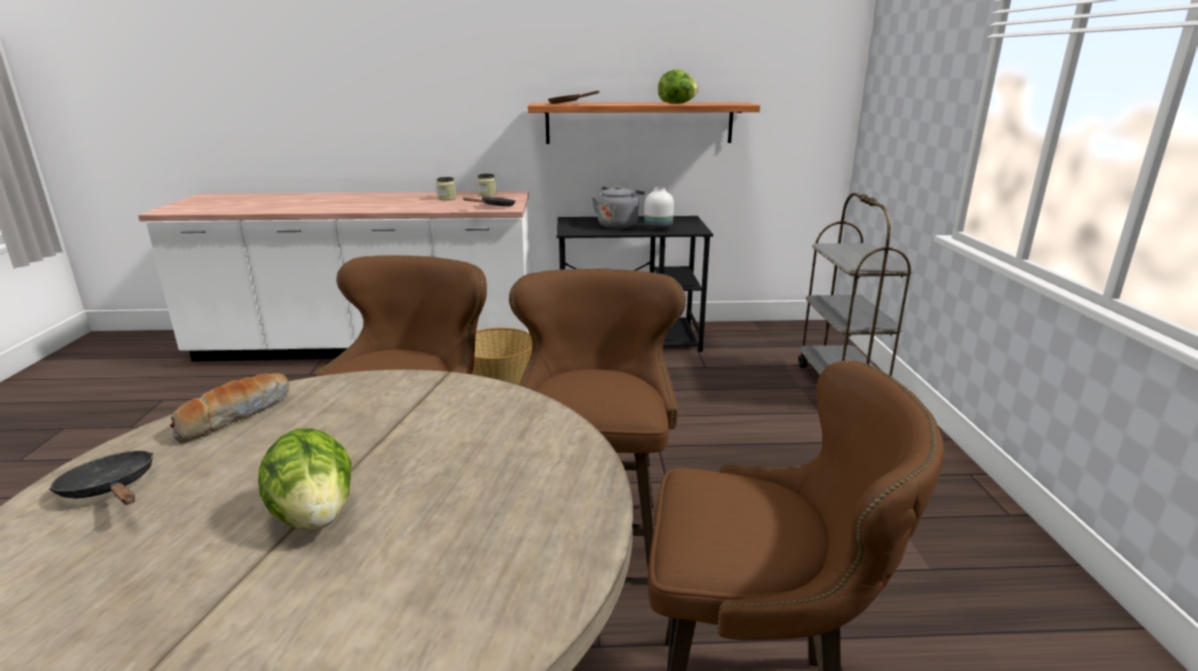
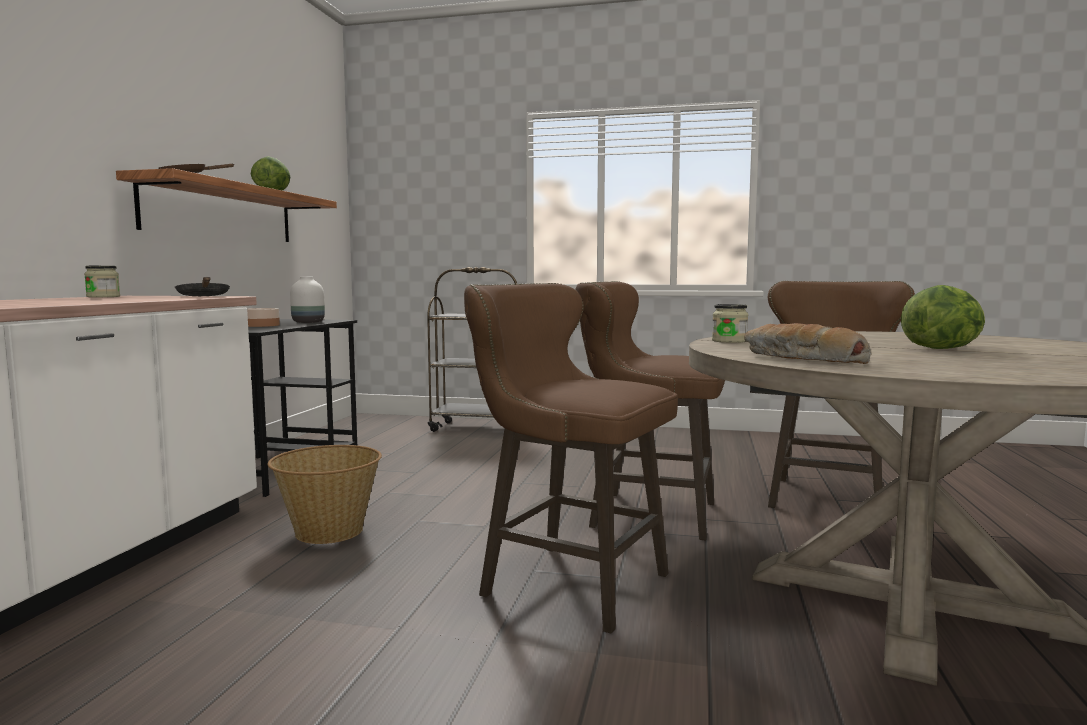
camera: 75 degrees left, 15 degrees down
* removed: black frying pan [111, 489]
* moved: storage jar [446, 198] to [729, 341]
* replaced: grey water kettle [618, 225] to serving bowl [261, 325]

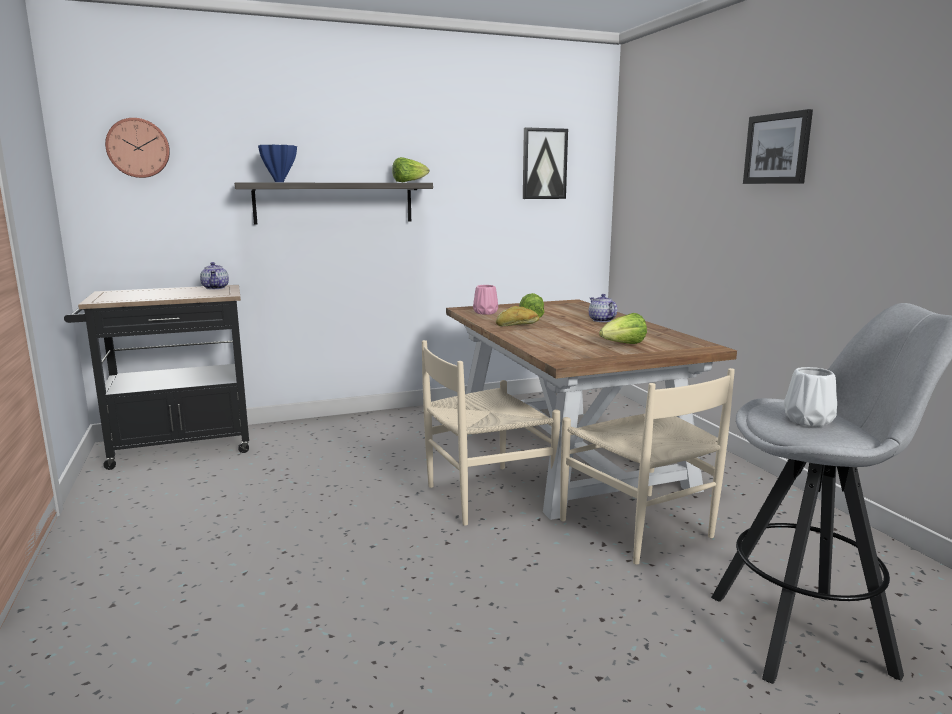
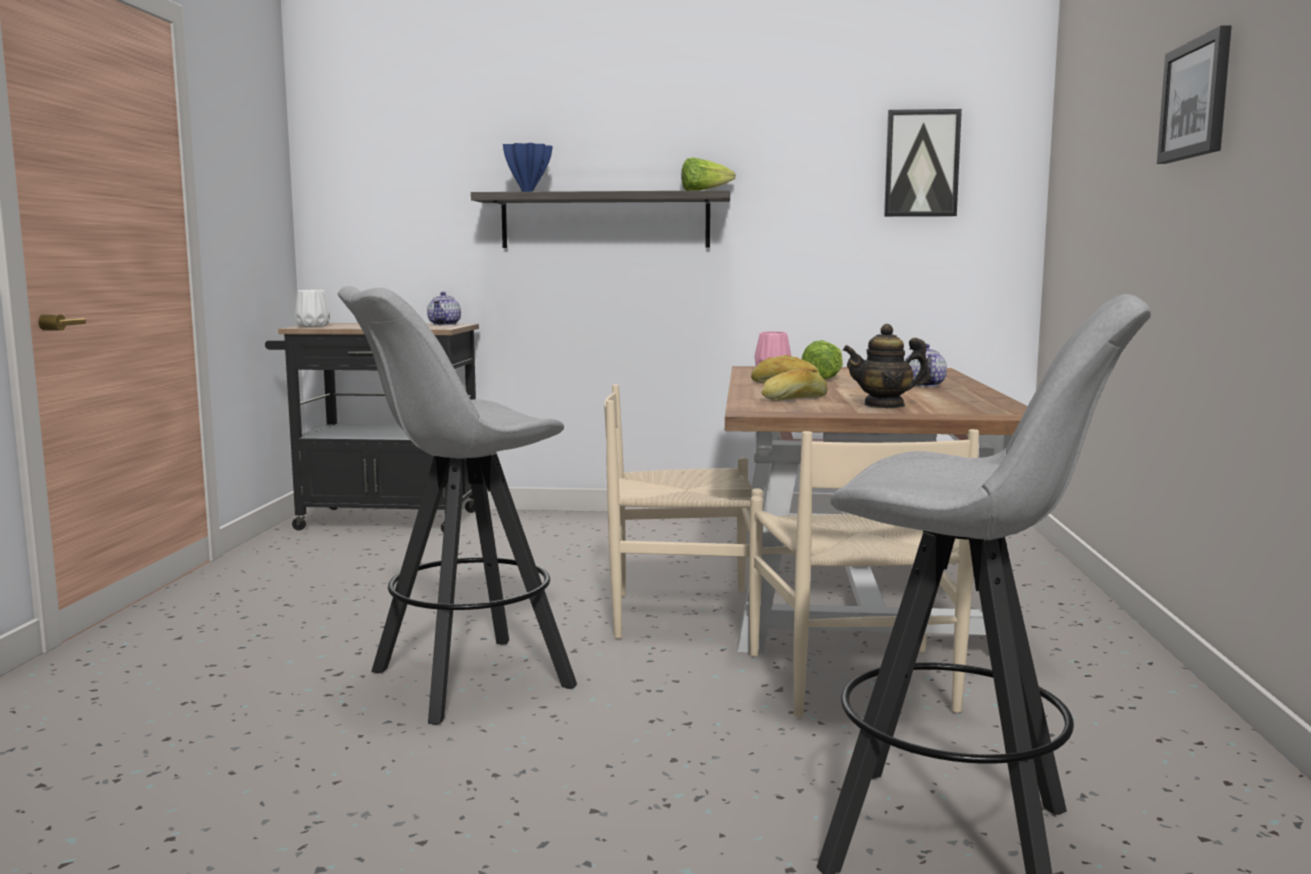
camera: 25 degrees right, 5 degrees down
* removed: hanging clock [138, 148]
* replaced: head of lettuce [623, 345] to tea pot [884, 405]
* moved: whitish decorative vase [807, 420] to [313, 326]
* added: grey stool seat [465, 680]
* added: bakery bread [794, 399]

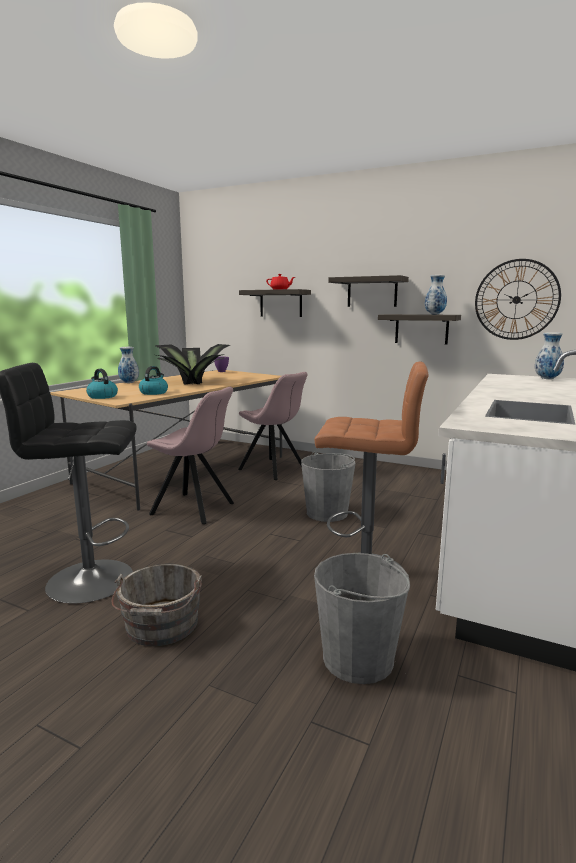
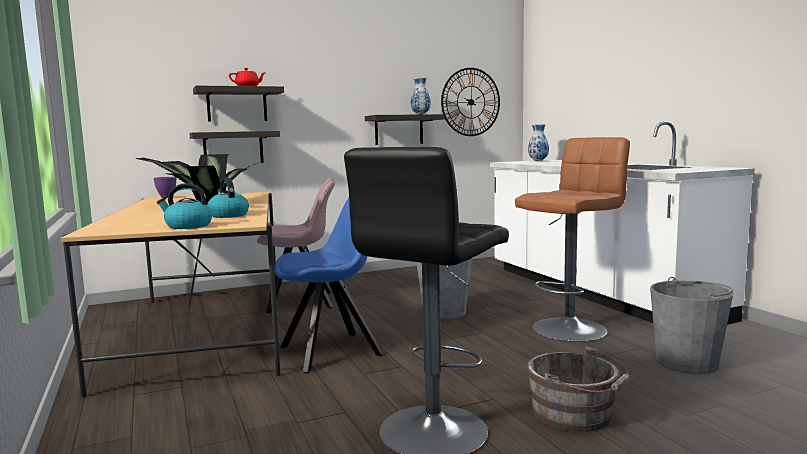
camera: 50 degrees left, 5 degrees down
* removed: decorative vase [129, 383]
* recoloured: pink plain chair [193, 508] to blue-coloured plain chair [332, 351]
* moved: shelf [372, 292] to [233, 148]

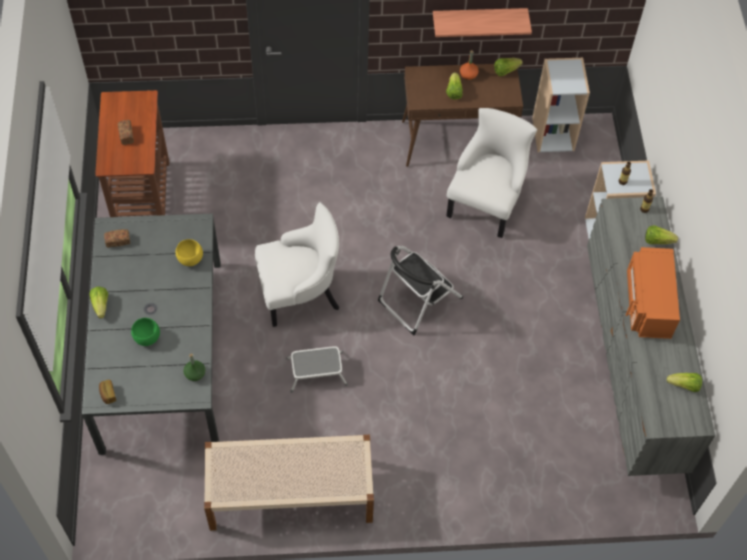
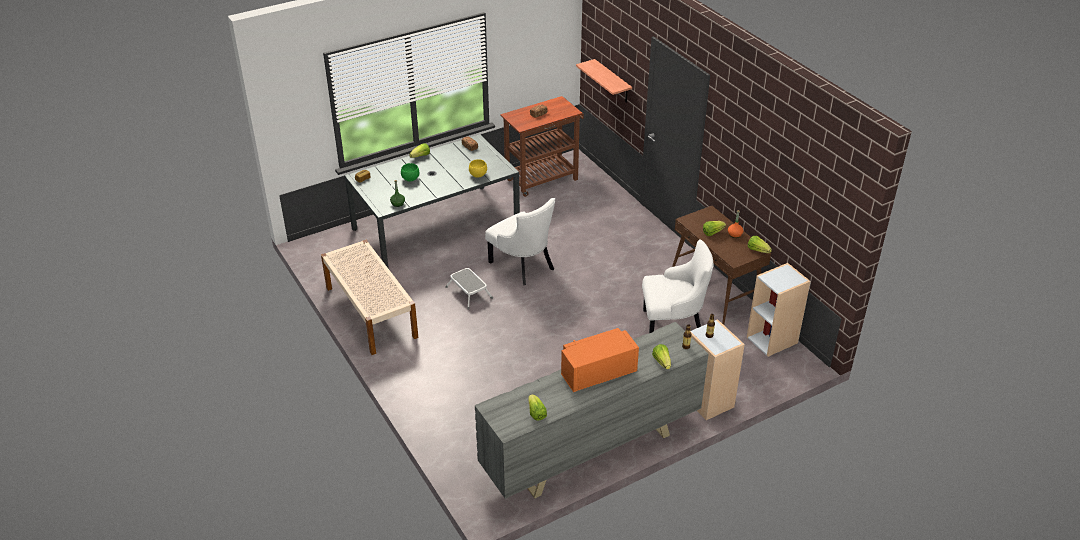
camera: 65 degrees right, 20 degrees down
* removed: step ladder [417, 300]
* moved: shelf [479, 19] to [612, 82]

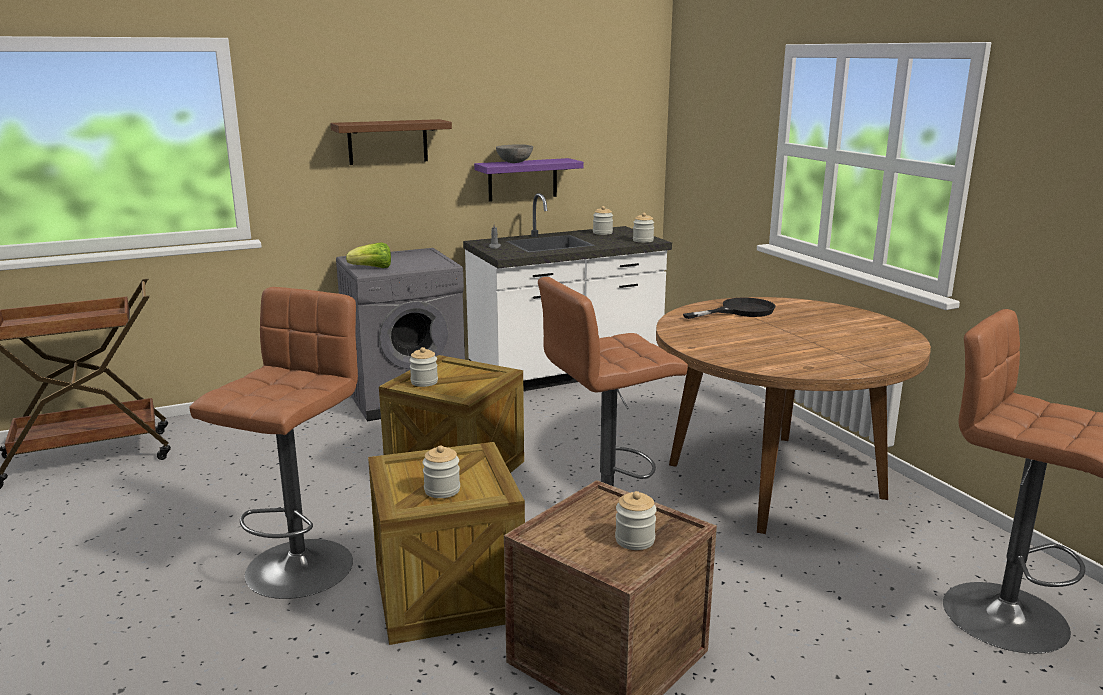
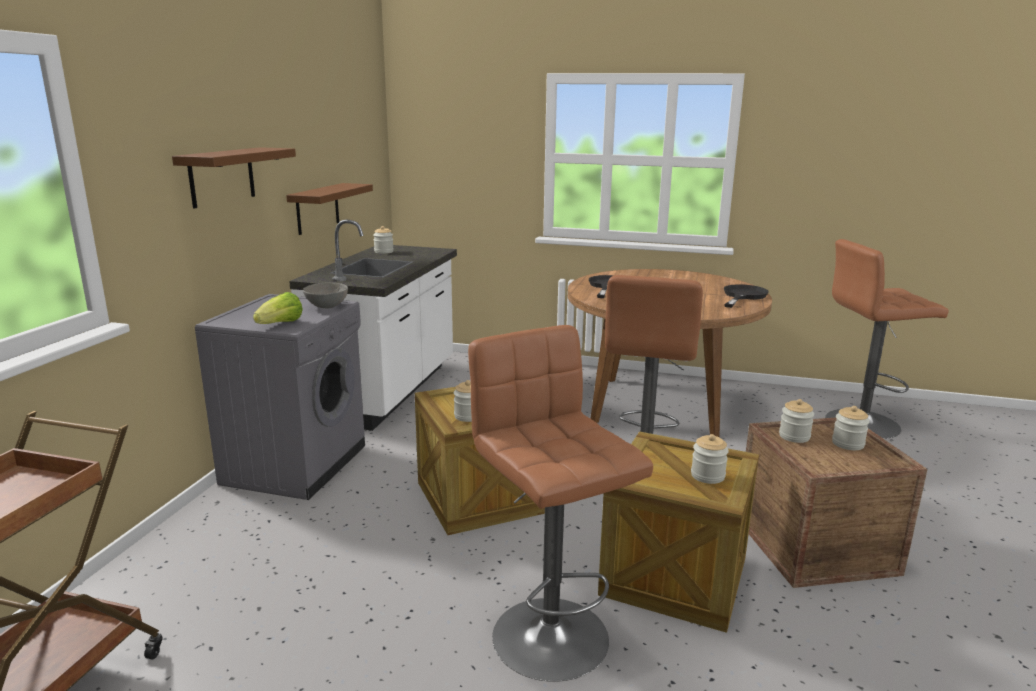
camera: 50 degrees left, 0 degrees up
* recoloured: purplish shelf [522, 179] to brown shelf [317, 208]
* moved: grey serving bowl [515, 162] to [327, 306]
* moved: storage jar [643, 240] to [794, 436]
* added: black frying pan [742, 296]

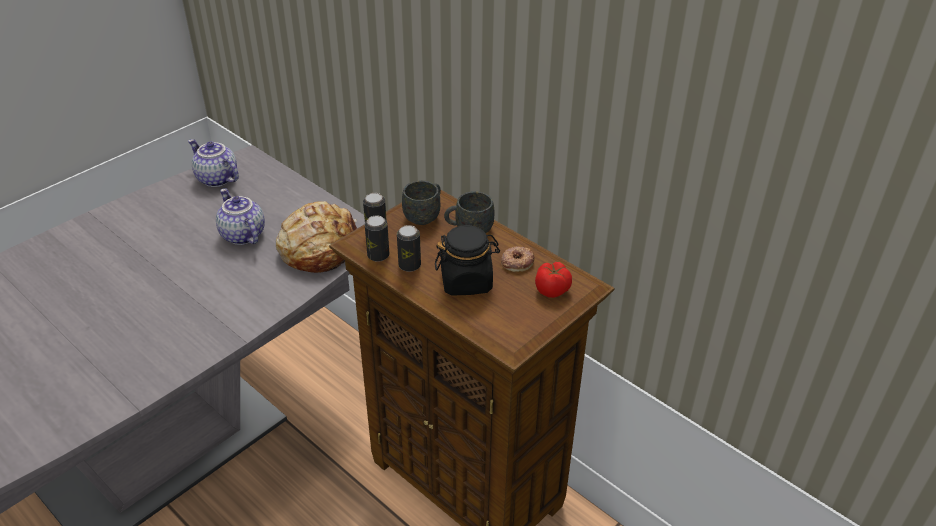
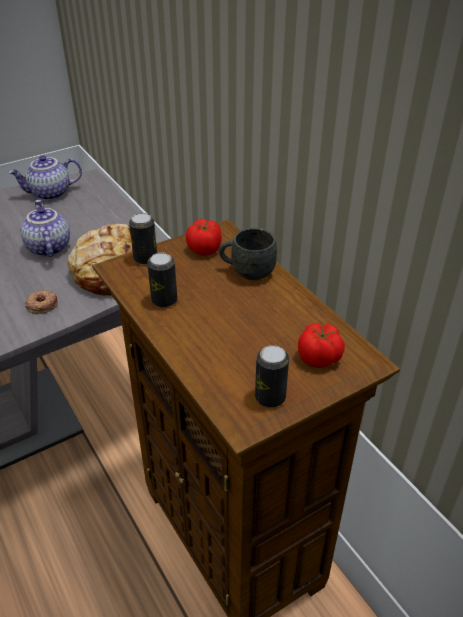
camera: 15 degrees right, 0 degrees up
* turned: tea pot [216, 179] = [50, 194] 75 degrees counterclockwise
* moved: metal can [378, 255] to [270, 397]
* replaced: grey mug [425, 215] to tomato [205, 249]
* removed: black storage jar [467, 281]
* moved: ring doughnut [517, 262] to [42, 304]

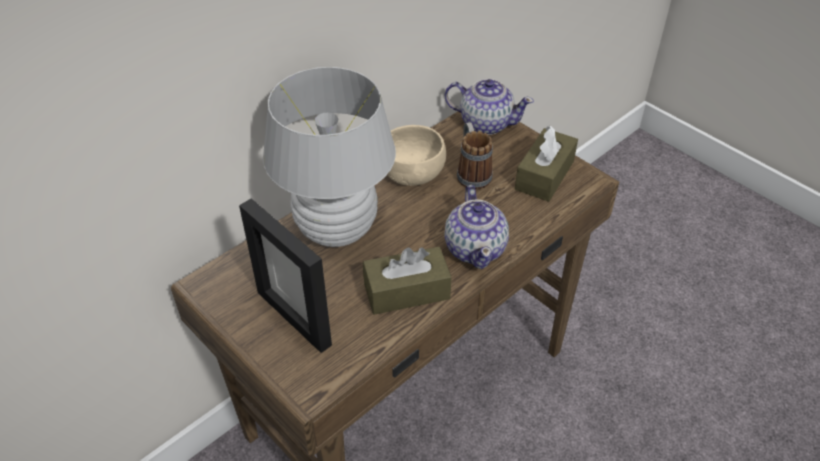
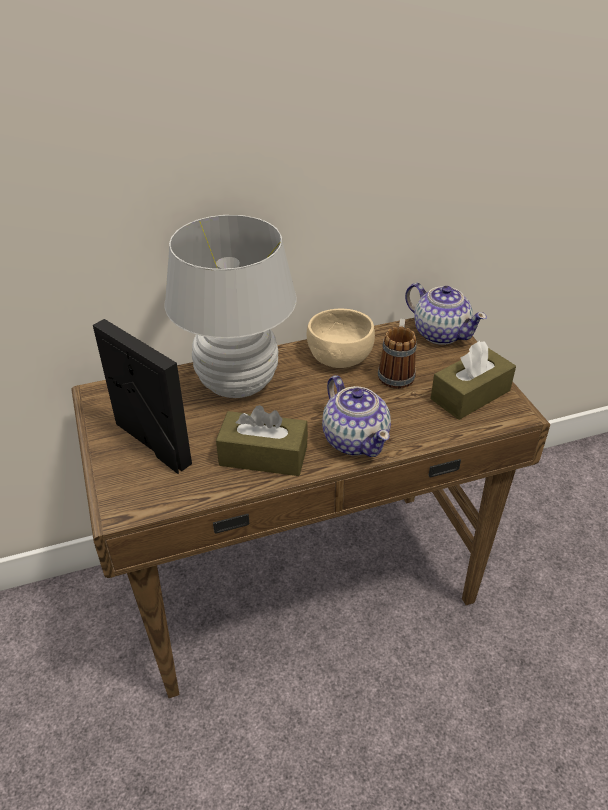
camera: 25 degrees right, 5 degrees down
* turned: standing frame [295, 317] = [151, 444] 150 degrees clockwise
* turned: tea pot [475, 248] = [355, 439] 45 degrees counterclockwise

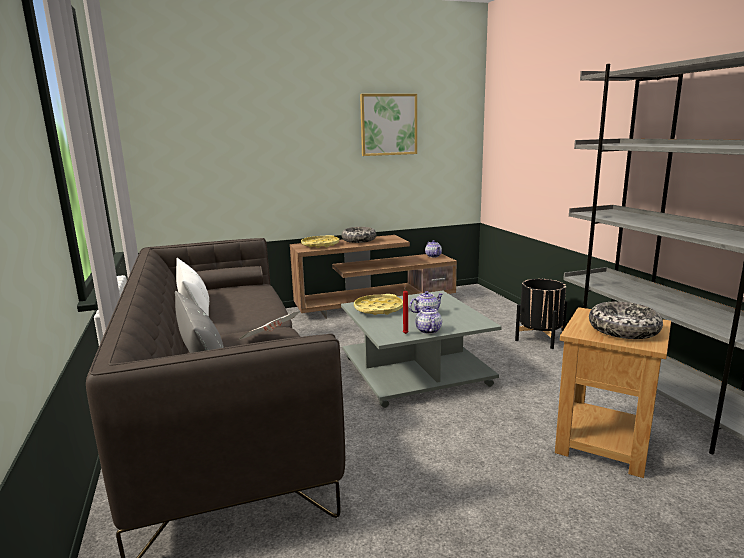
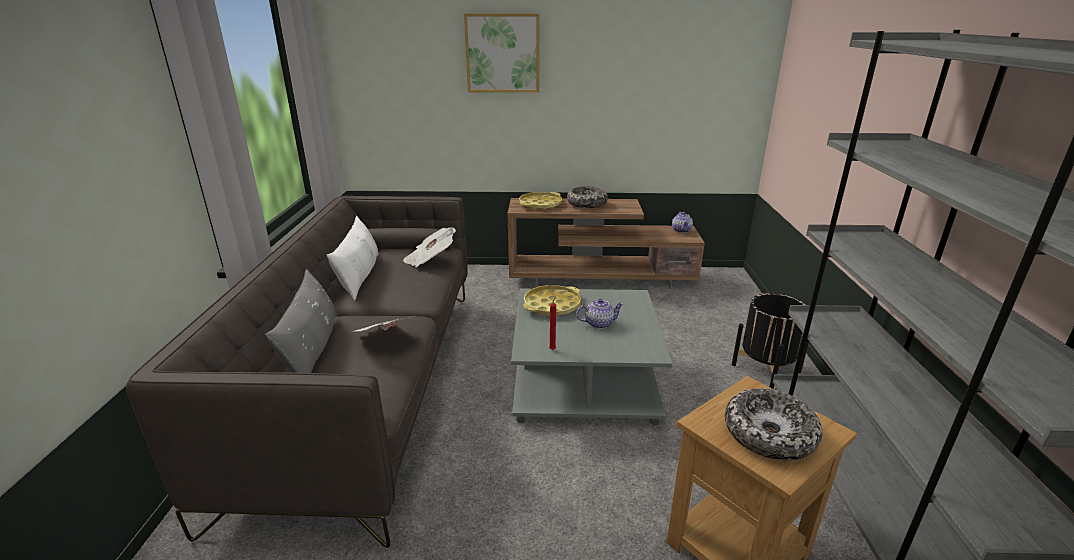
camera: 20 degrees right, 10 degrees up
* moved: picture [388, 124] to [502, 53]
* removed: tea pot [428, 330]
* added: printed paper [430, 260]

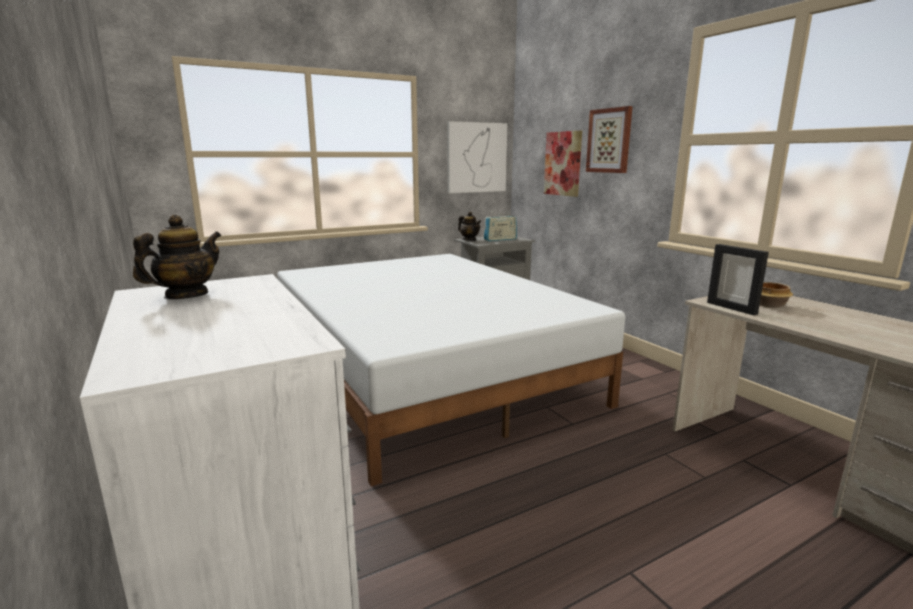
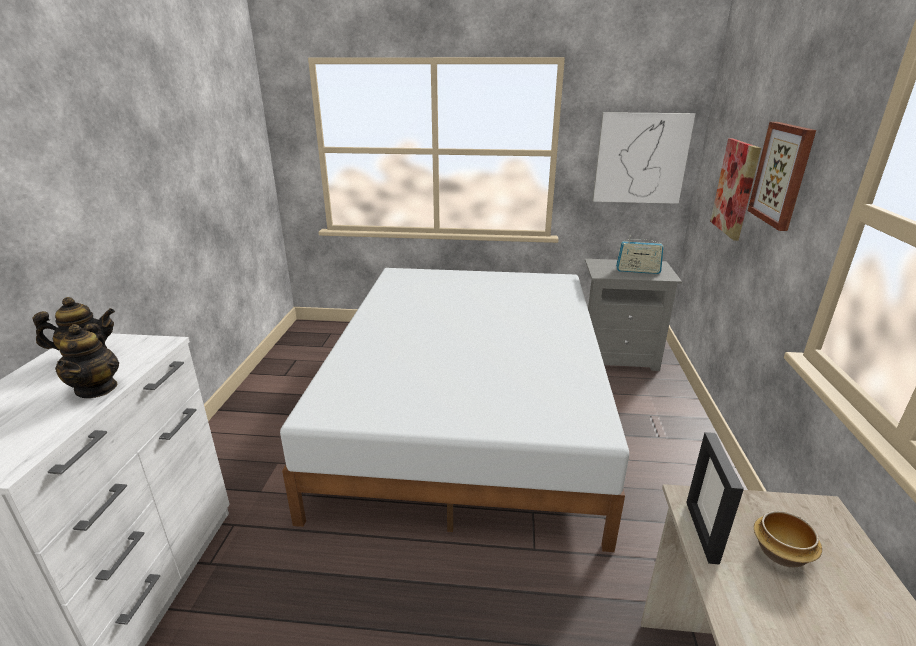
camera: 35 degrees right, 10 degrees up
* moved: tea pot [469, 240] to [97, 388]

